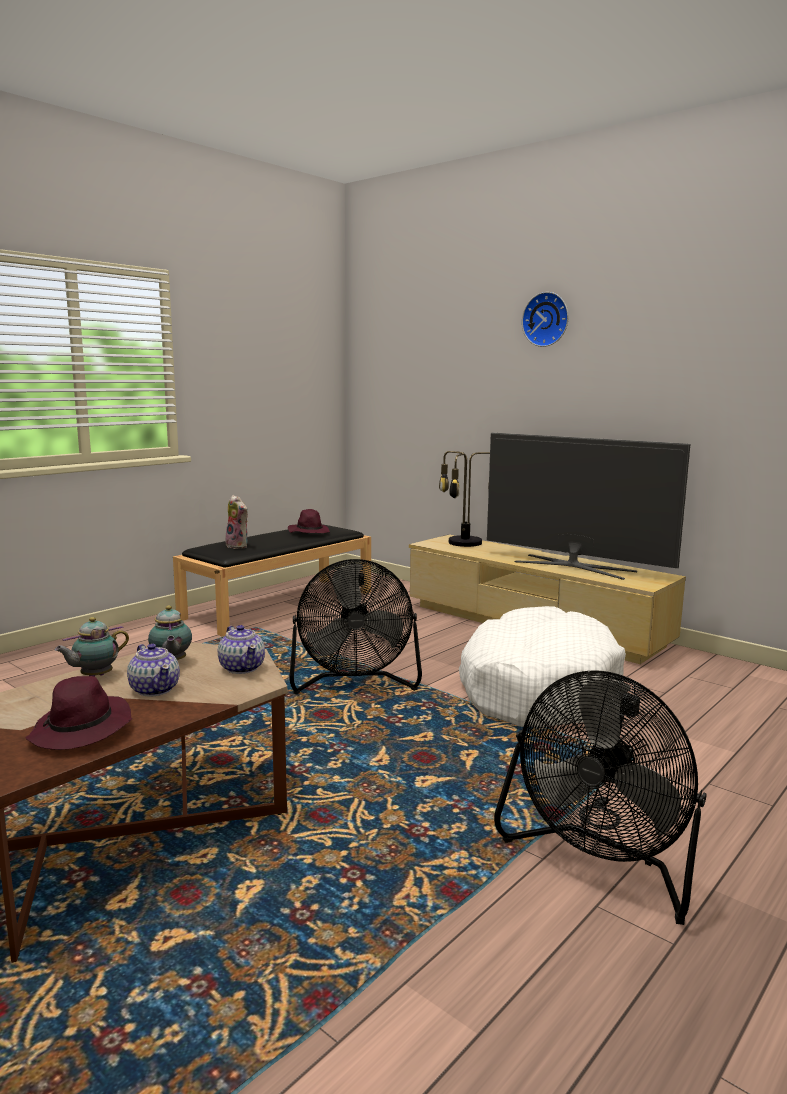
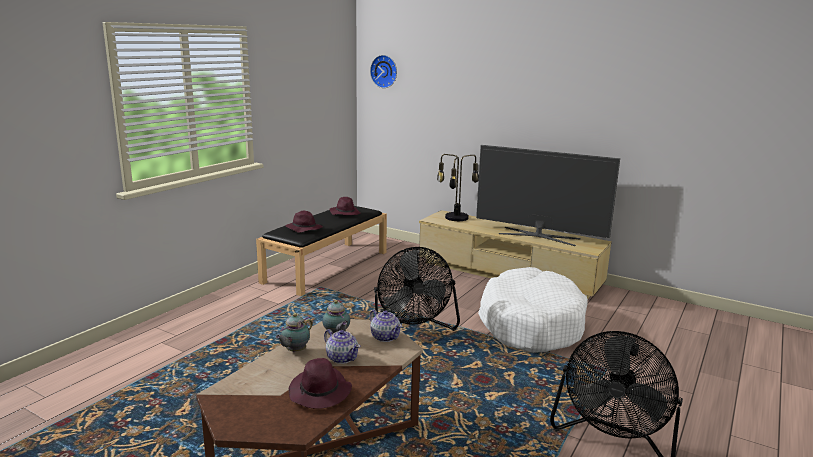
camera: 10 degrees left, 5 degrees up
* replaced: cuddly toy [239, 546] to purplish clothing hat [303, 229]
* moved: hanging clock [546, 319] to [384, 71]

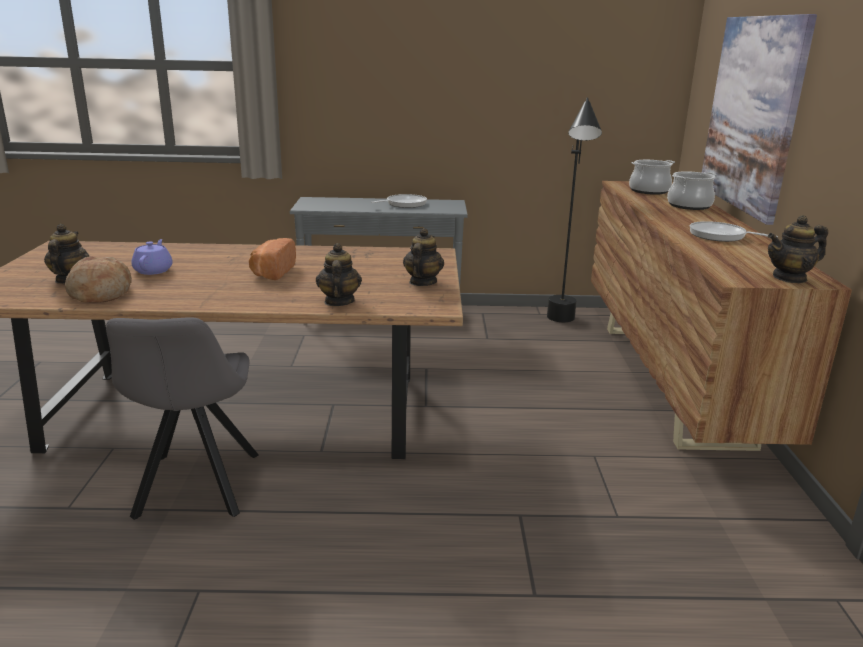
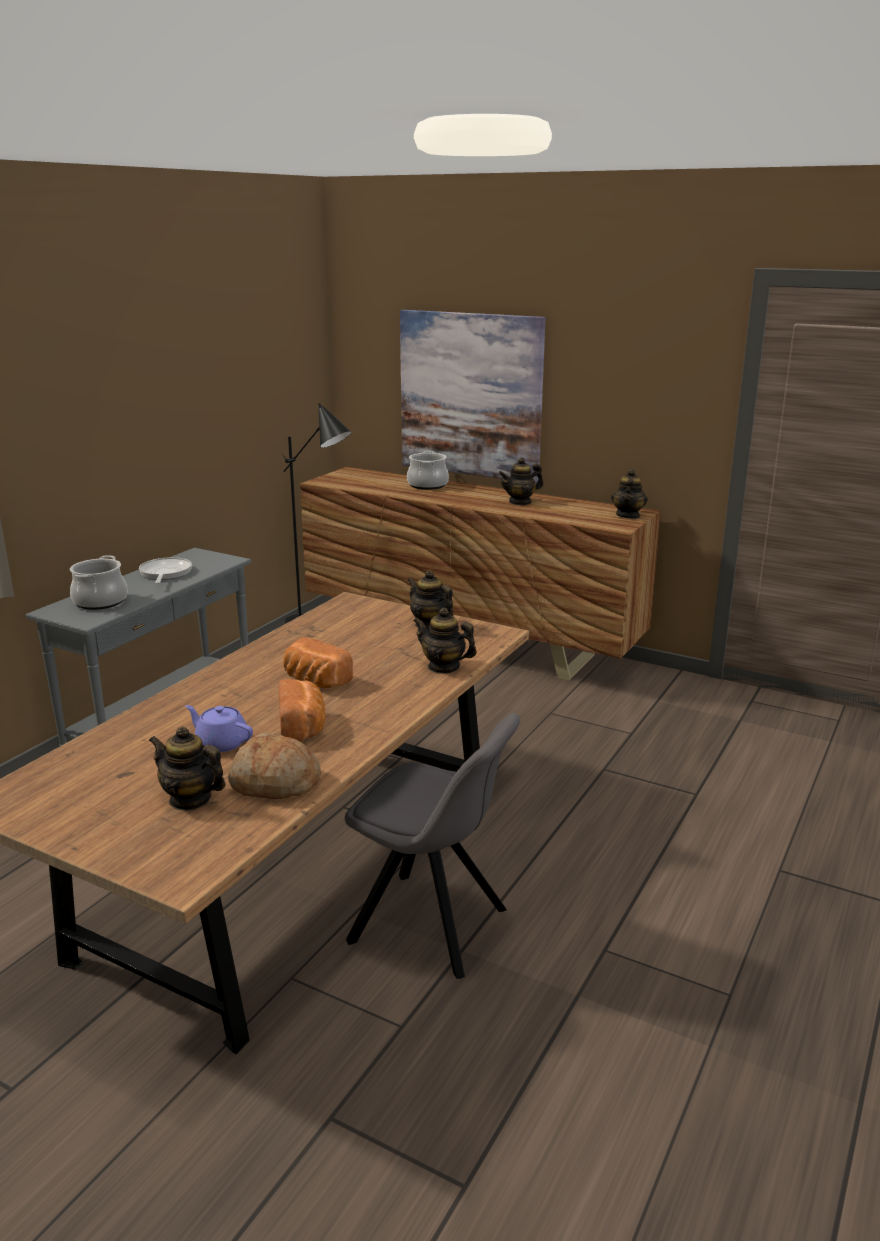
camera: 60 degrees left, 0 degrees up
* moved: stockpot [649, 191] to [100, 601]
* replaced: frying pan [720, 236] to tea pot [520, 502]
* added: bakery bread [303, 727]

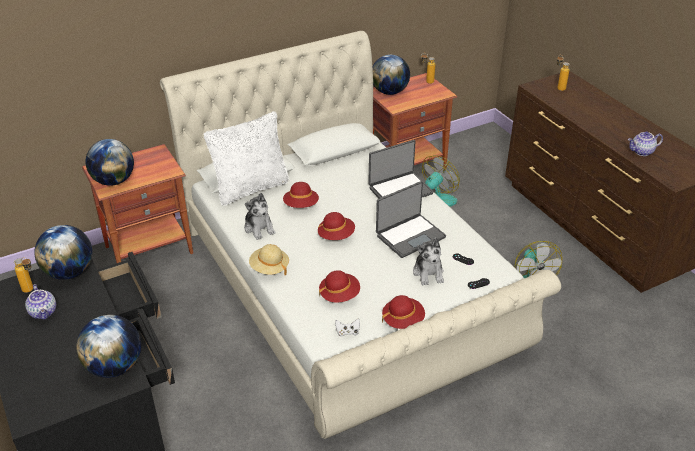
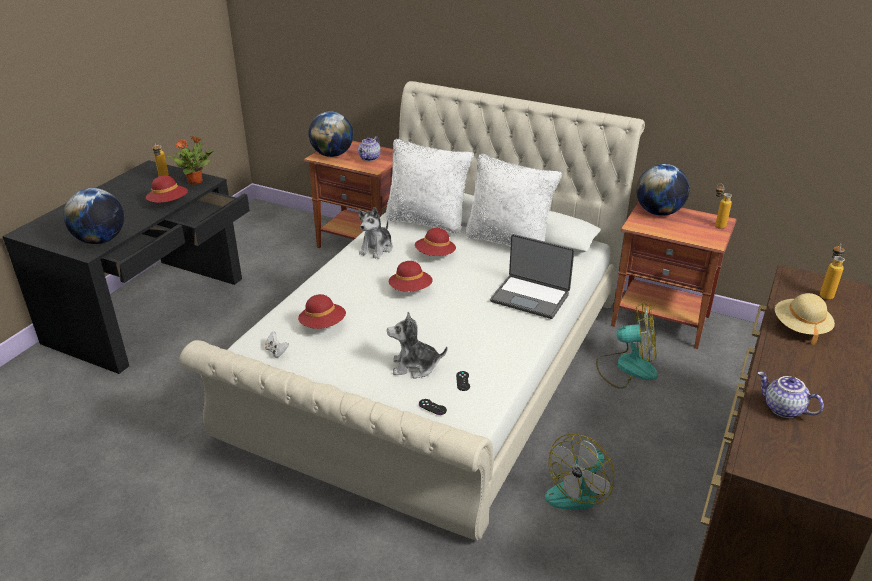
camera: 55 degrees right, 5 degrees down
* moved: tea pot [44, 312] to [370, 158]
* replaced: world globe [69, 272] to potted plant [196, 181]
* moved: sand-coloured clothing hat [269, 268] to [800, 327]
* removed: portable computer [410, 236]
* moved: red clothing hat [403, 320] to [169, 203]
* turned: cuddly toy [428, 273] = [415, 366] 45 degrees clockwise
* added: whitish throw pillow [508, 243]

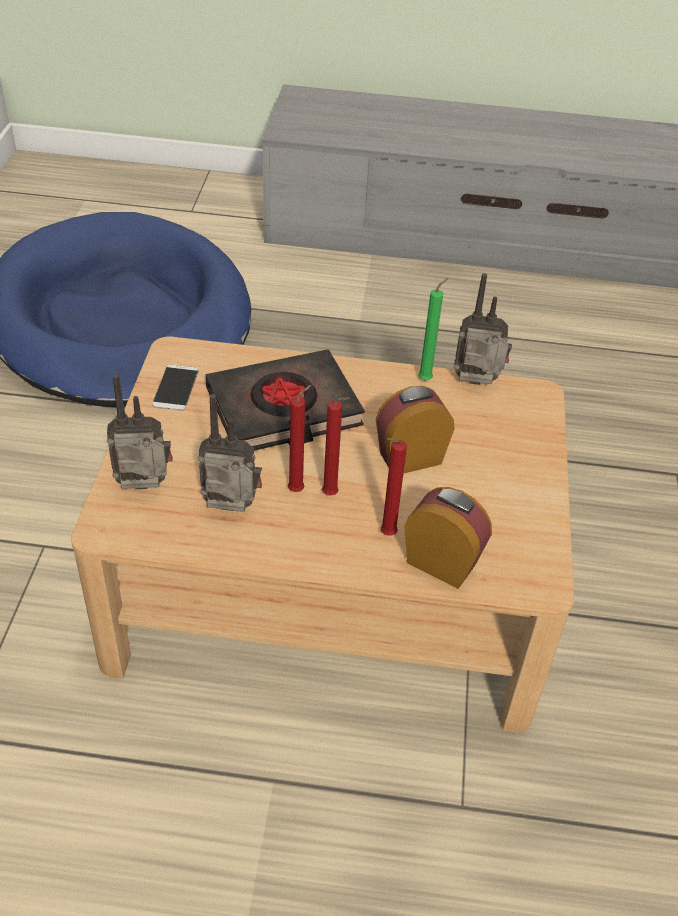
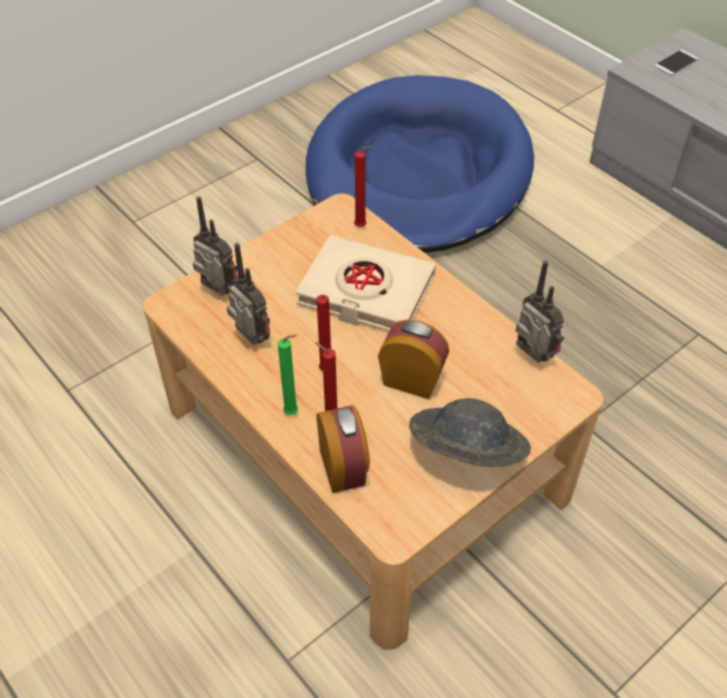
camera: 45 degrees right, 5 degrees up
* moved: handset [176, 388] to [676, 63]
* recoloured: black volume [284, 409] to sand-coloured volume [365, 291]
* moved: red candle [298, 490] to [362, 227]
* moved: greenish candle [426, 379] to [293, 413]
* added: grey clothing hat [466, 452]

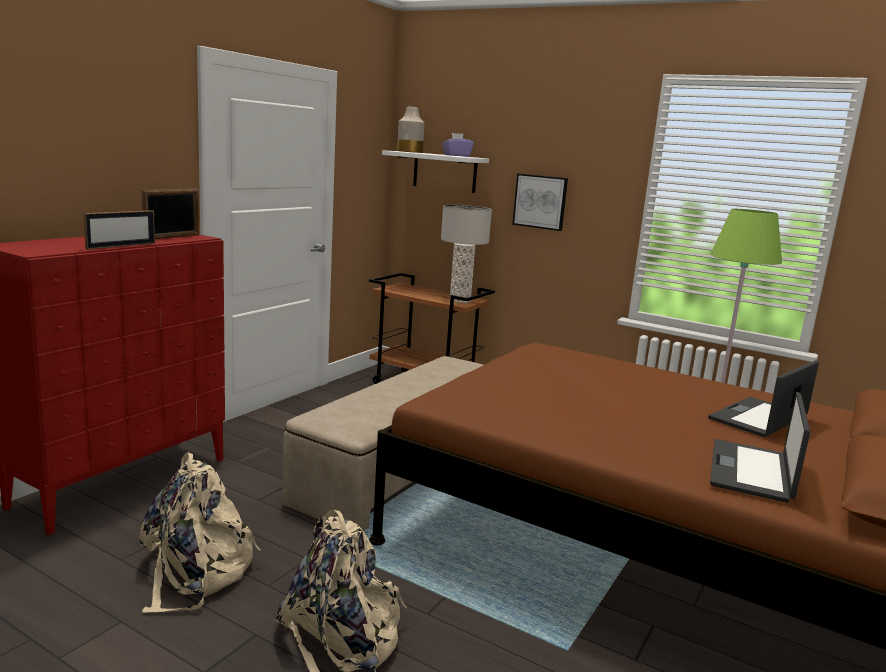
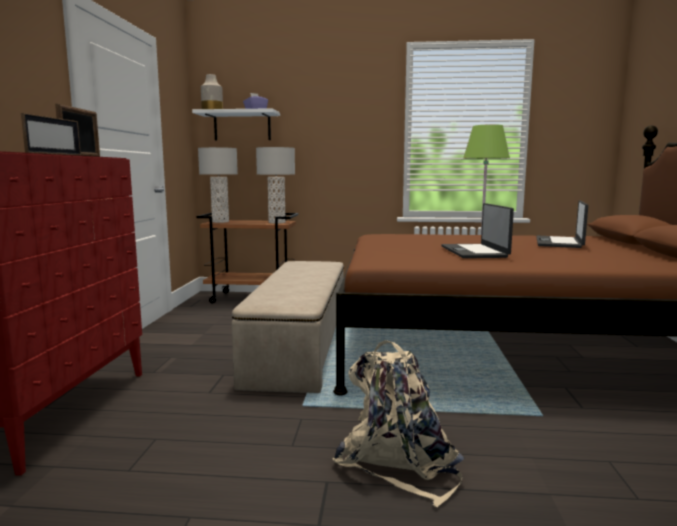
camera: 25 degrees left, 5 degrees down
* removed: sand-coloured knapsack [196, 572]
* removed: picture [540, 201]
* moved: portable computer [752, 471] to [475, 252]
* added: whitish lamp for a table [220, 221]

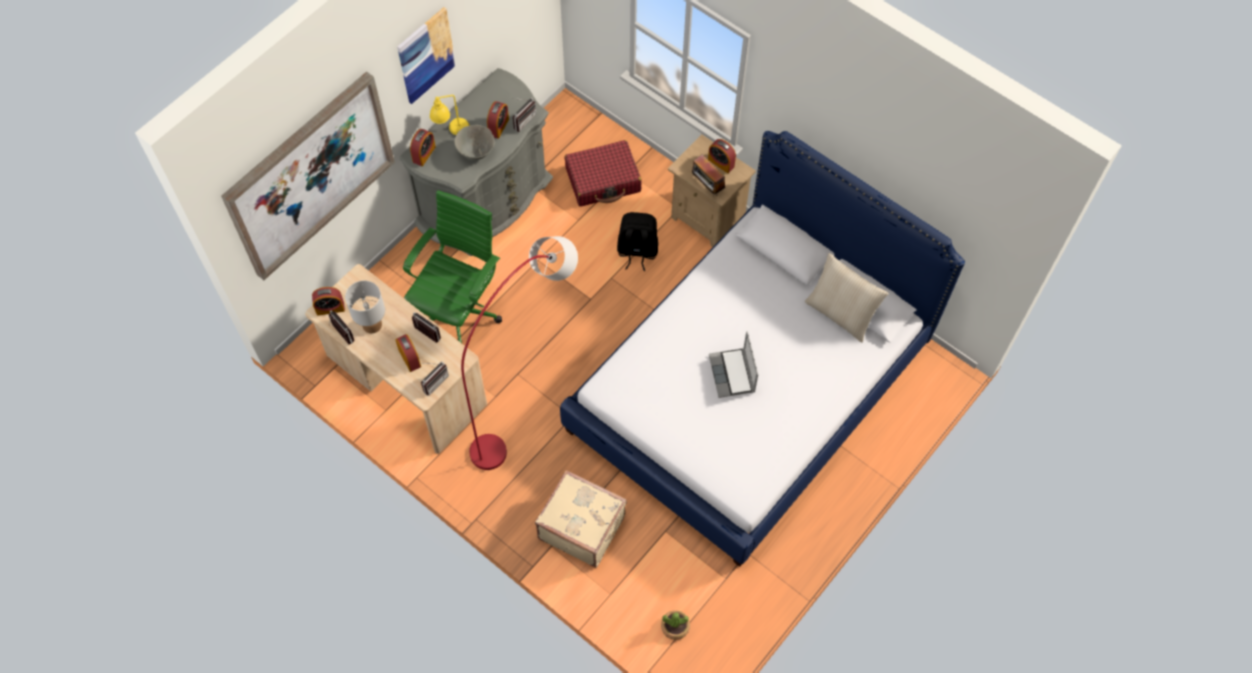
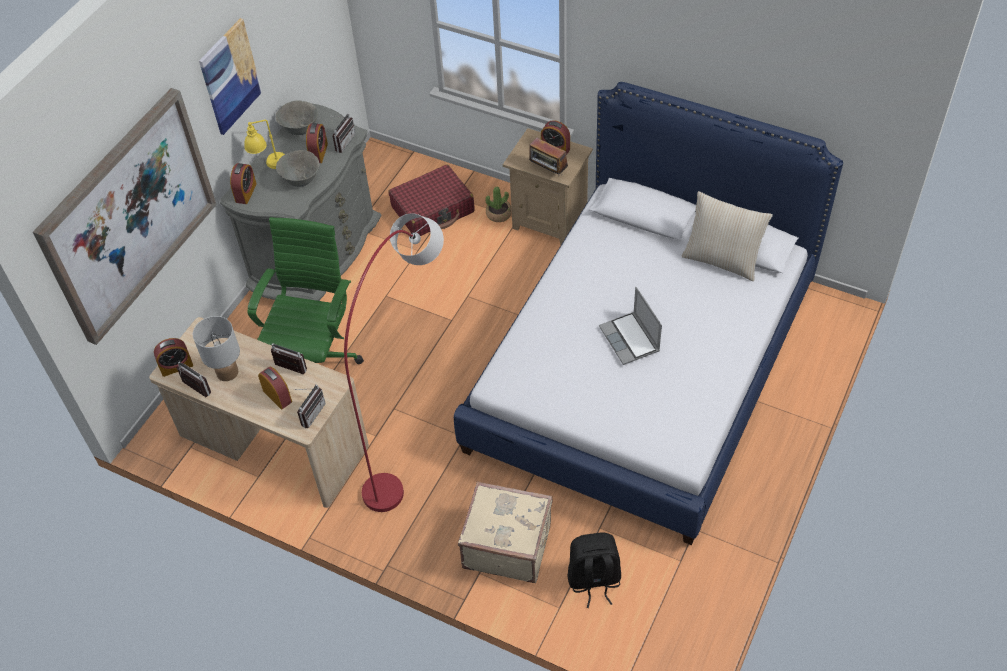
camera: 10 degrees left, 10 degrees down
* moved: black knapsack [637, 251] to [593, 581]
* moved: potted plant [675, 626] to [498, 214]
* added: grey serving bowl [300, 129]

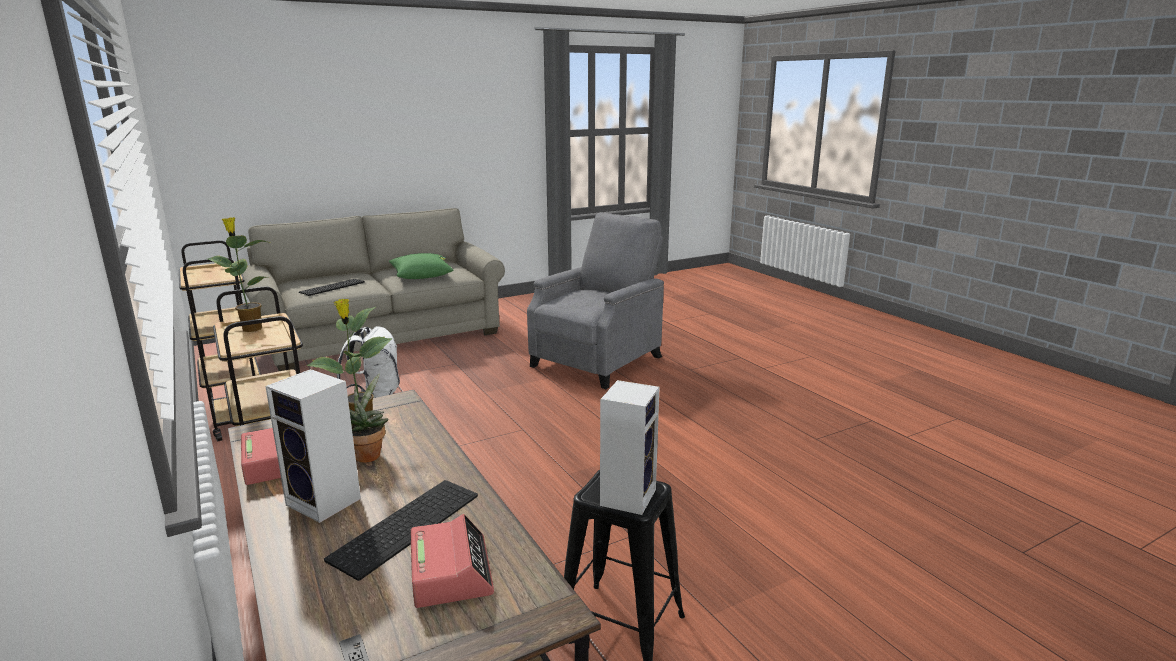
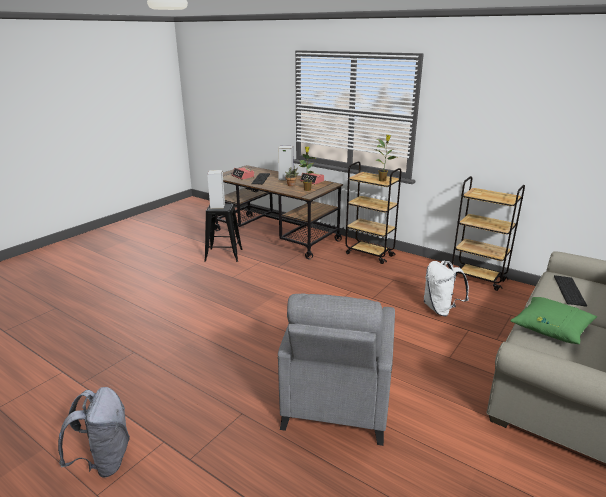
camera: 155 degrees right, 5 degrees up
* added: grey knapsack [104, 460]

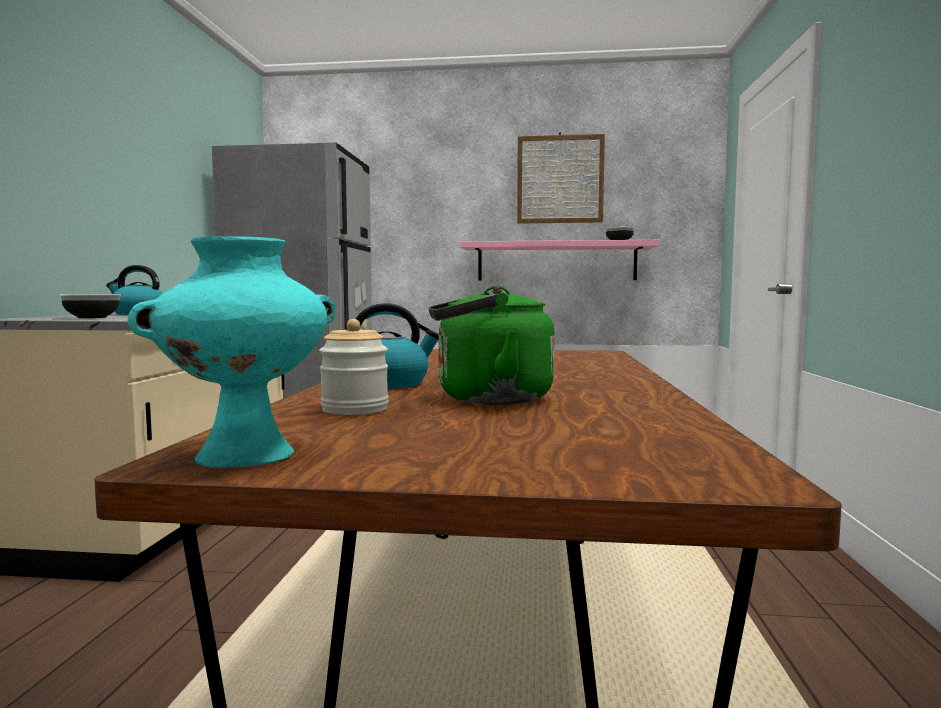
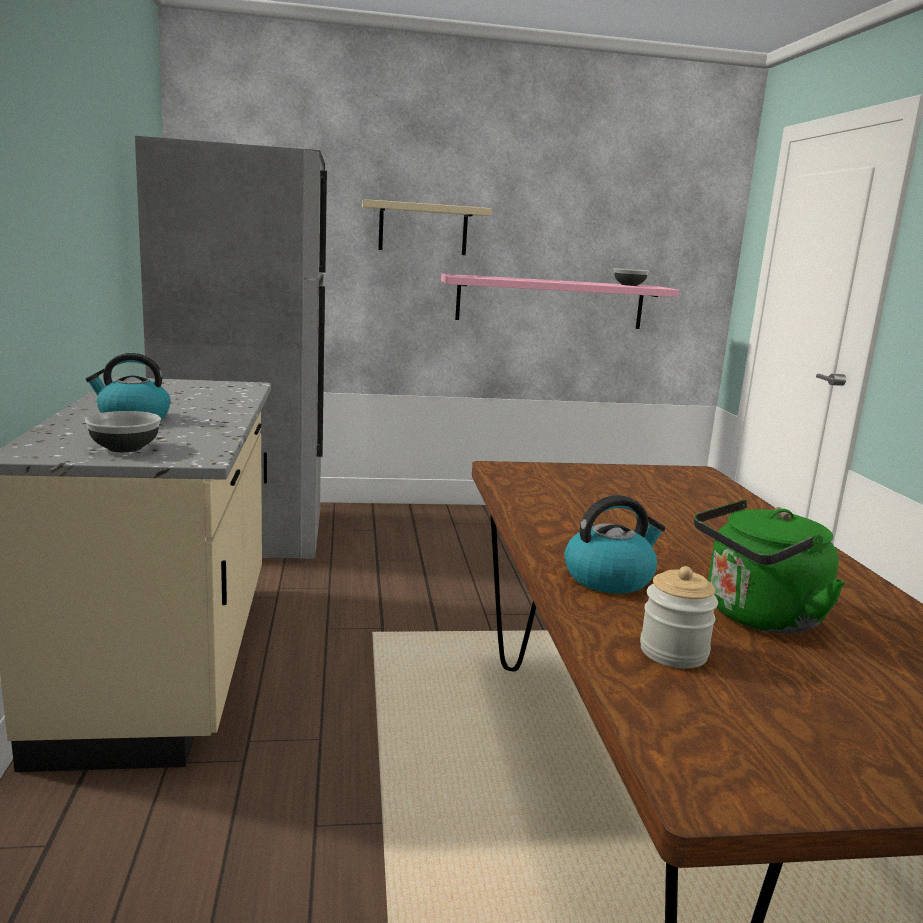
camera: 15 degrees left, 10 degrees up
* removed: turquoise decorative vase [244, 457]
* removed: picture [560, 178]
* added: sand-coloured shelf [423, 228]

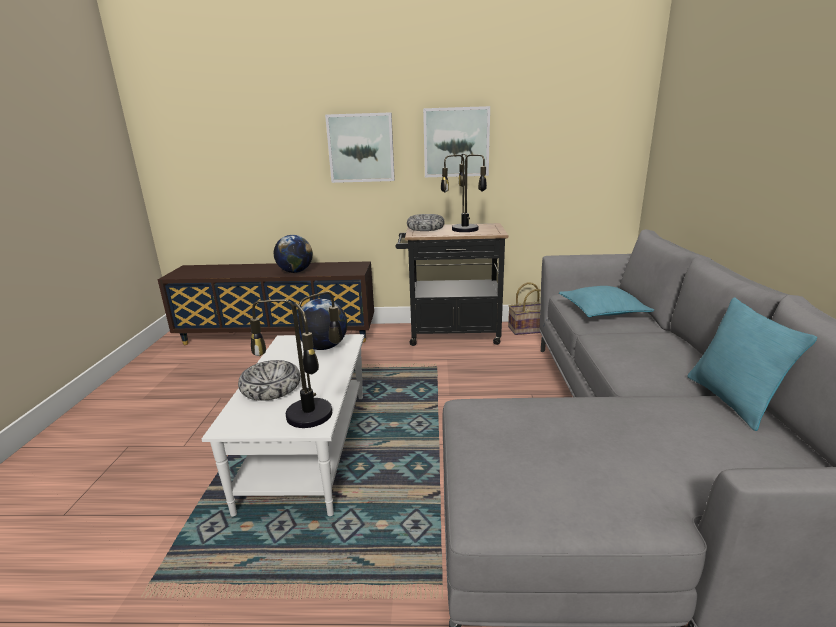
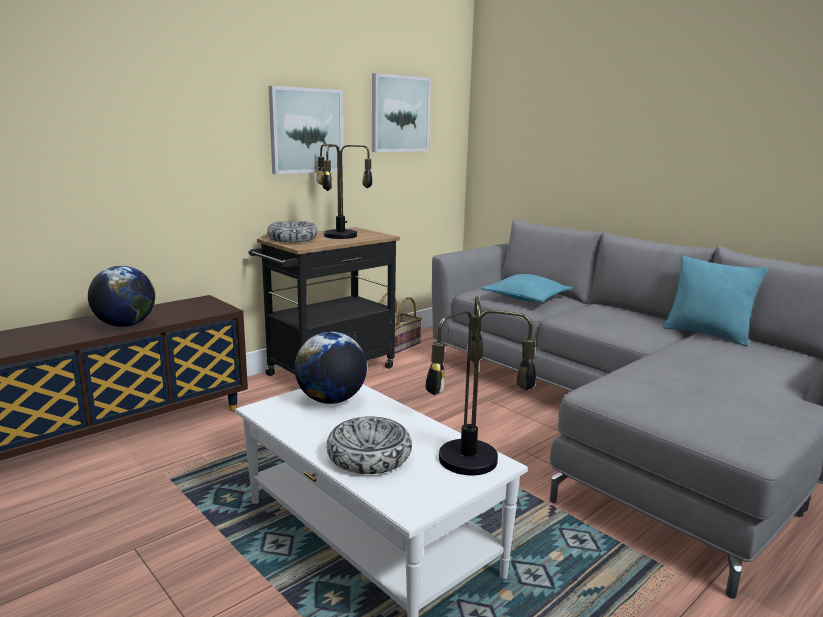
camera: 45 degrees left, 5 degrees down
* moved: picture [361, 148] to [399, 114]

